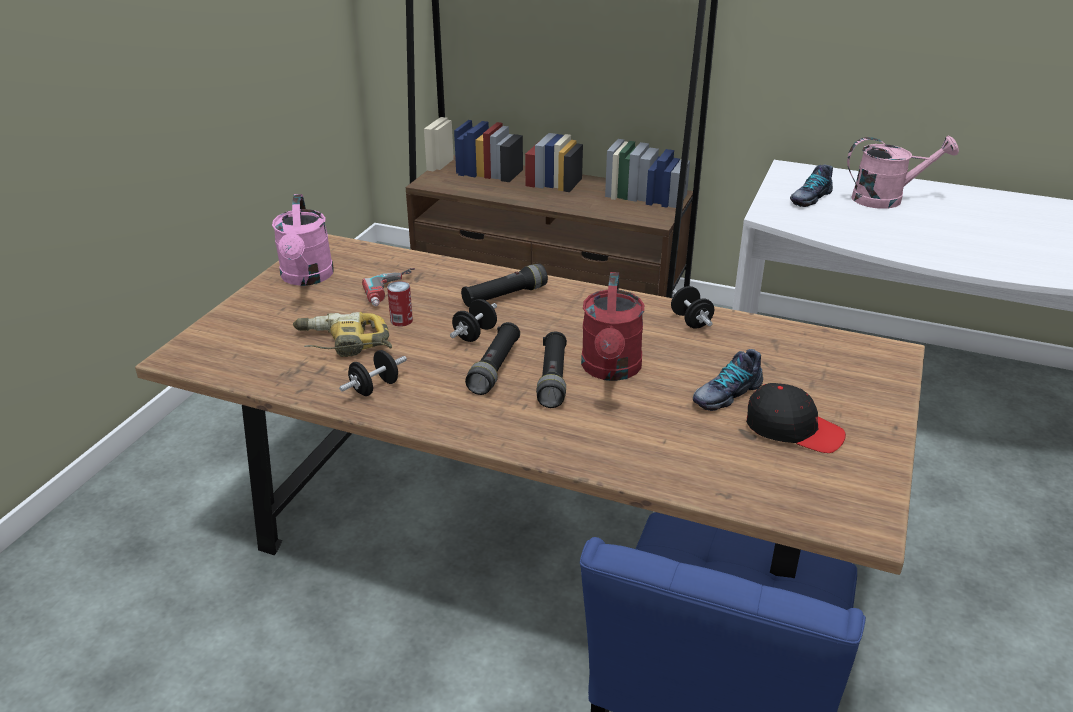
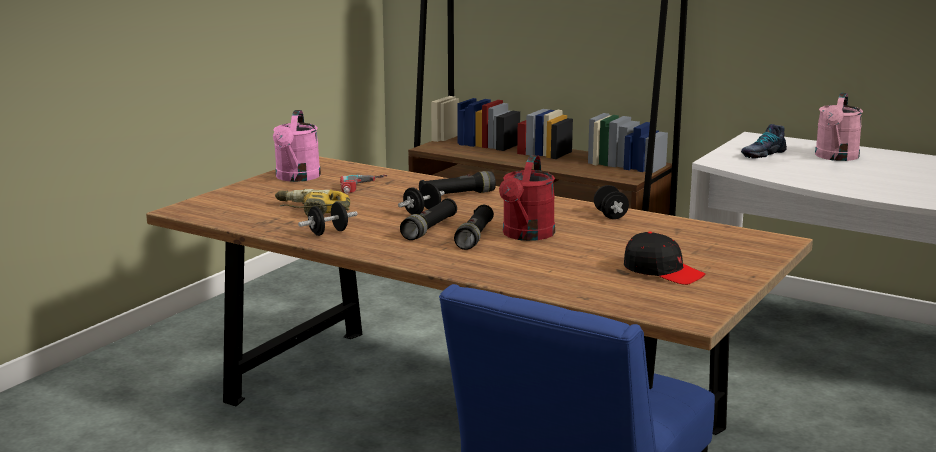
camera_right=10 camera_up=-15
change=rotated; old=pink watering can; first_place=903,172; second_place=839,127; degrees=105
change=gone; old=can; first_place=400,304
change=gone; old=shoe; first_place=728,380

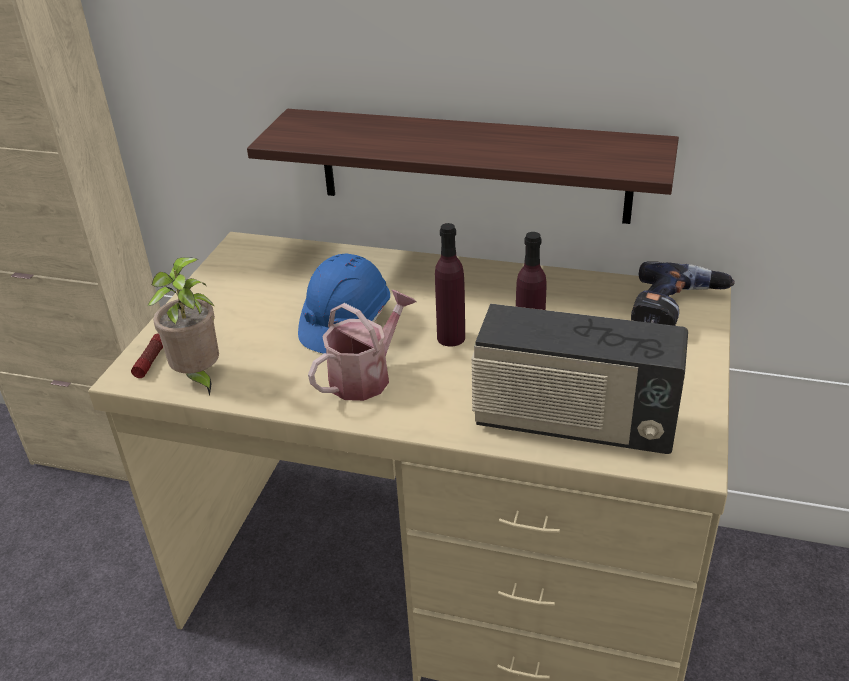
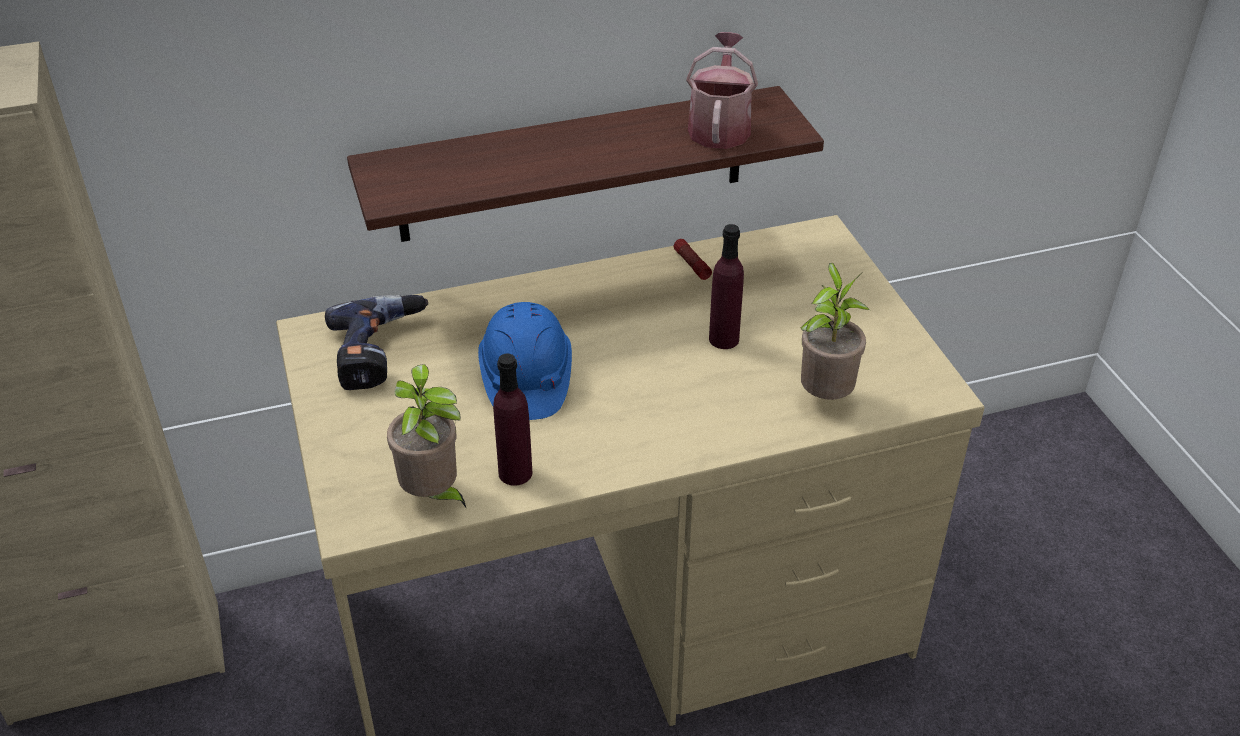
camera_right=-35 camera_up=5
change=shifted; old=purple bottle; first_place=450,285; second_place=512,419
change=shifted; old=power drill; first_place=683,293; second_place=376,342
change=shifted; old=watering can; first_place=362,345; second_place=722,90
change=swapped; old=radio; new=potted plant; first_place=579,379; second_place=835,331
change=shifted; old=flashlight; first_place=147,356; second_place=693,259

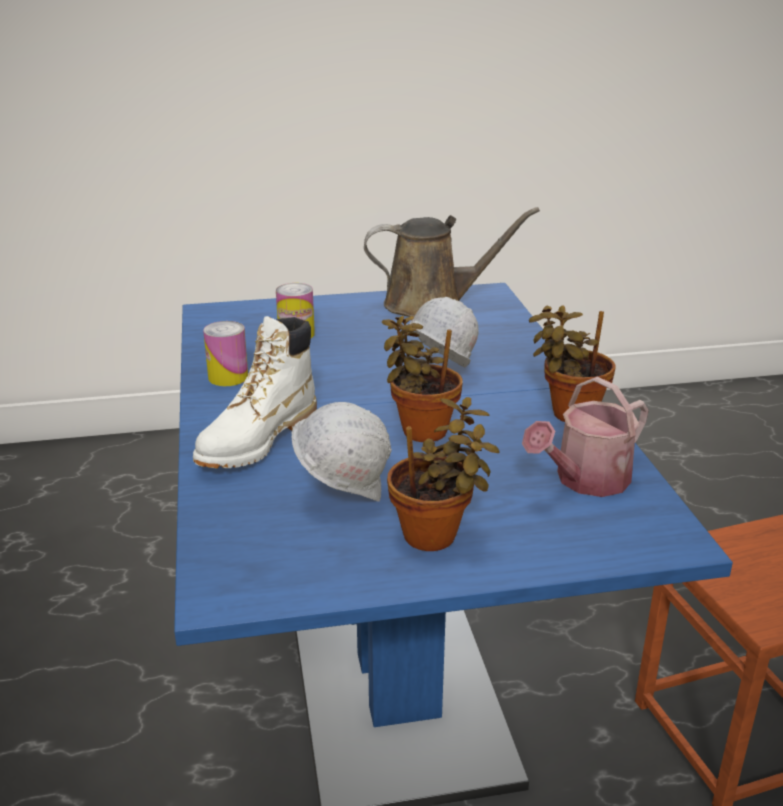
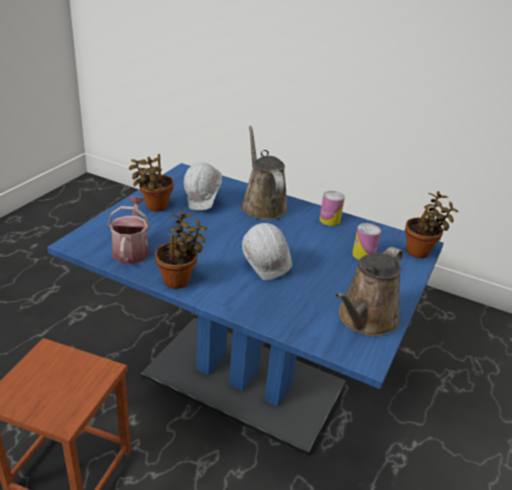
camera_right=125 camera_up=5
change=swapped; old=white boot; new=brown watering can; first_place=255,392; second_place=264,173
change=shifted; old=potted plant; first_place=422,379; second_place=431,224

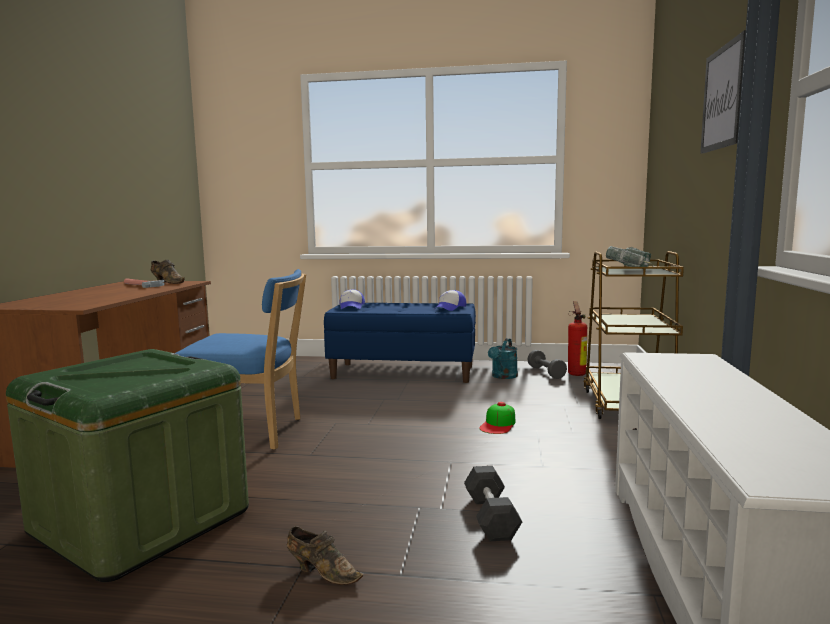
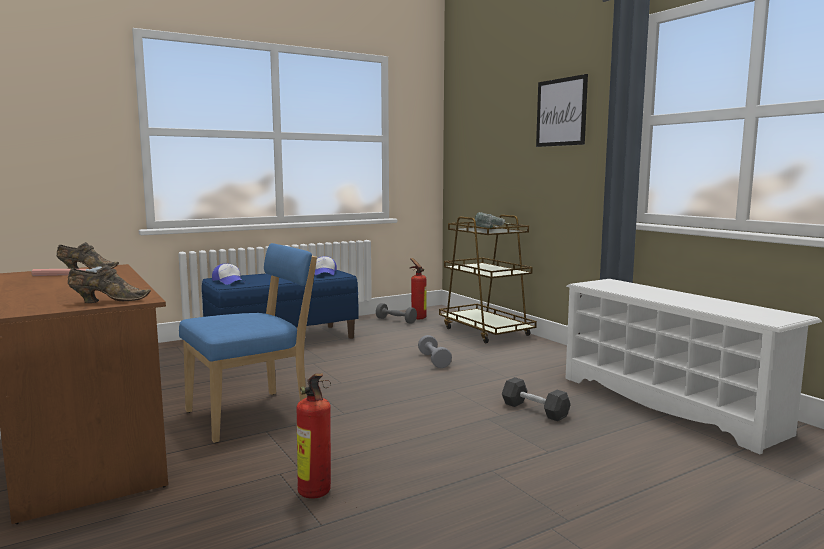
camera_right=-40 camera_up=0
change=gone; old=turquoise watering can; first_place=503,358
change=swapped; old=green storage box; new=fire extinguisher; first_place=127,465; second_place=313,435
change=swapped; old=cap; new=grey dumbbell; first_place=497,418; second_place=435,351
change=shifted; old=brown shoe; first_place=325,555; second_place=109,284

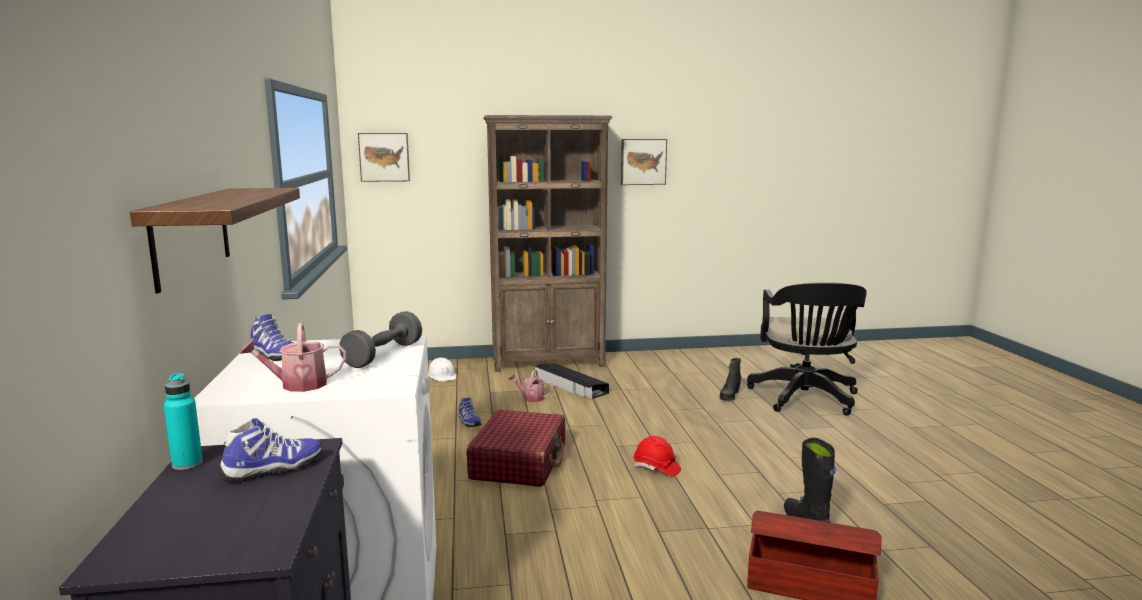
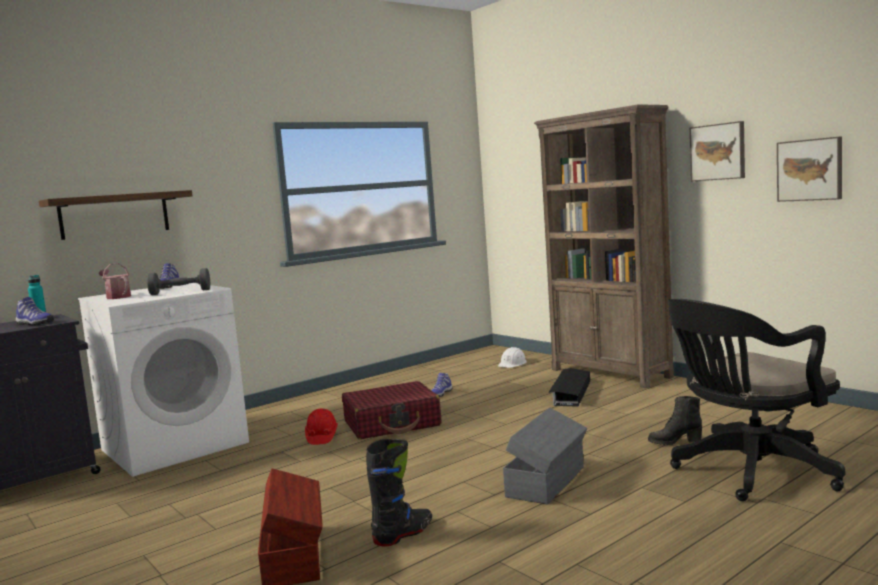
camera_right=60 camera_up=-5
change=shifted; old=picture; first_place=384,157; second_place=809,169
change=gone; old=watering can; first_place=530,385
change=shifted; old=red hard hat; first_place=657,456; second_place=321,426
change=new; new=grey storage box; second_place=545,456

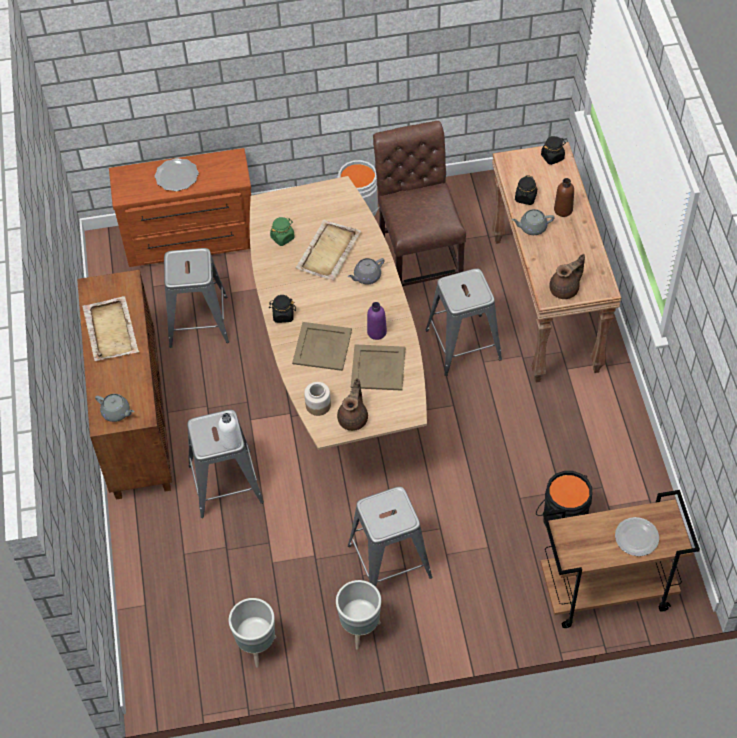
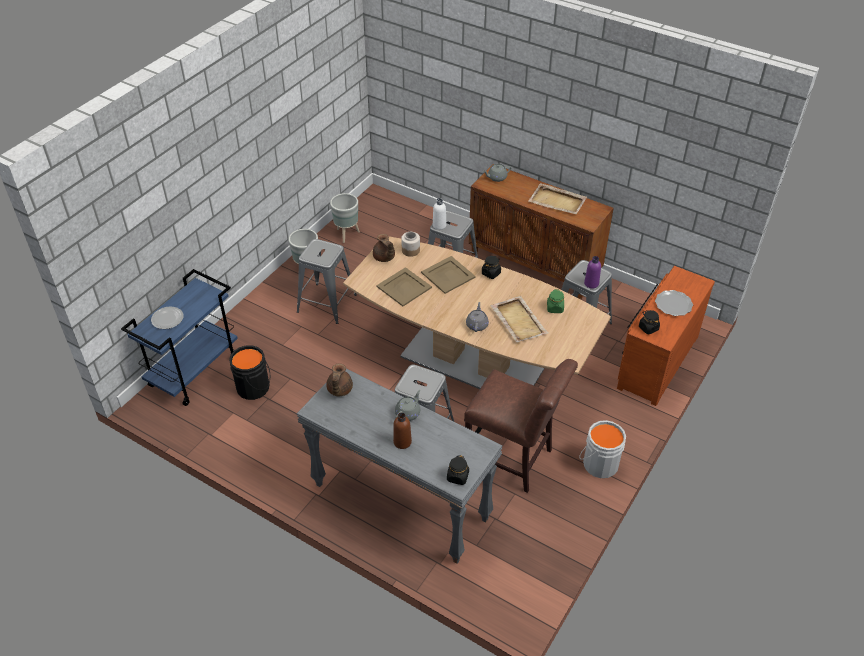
camera_right=130 camera_up=-10
change=repainted; old=brown console table; new=grey console table; first_place=557,262; second_place=400,466
change=shifted; old=black jar; first_place=526,190; second_place=649,322
change=shifted; old=purple bottle; first_place=377,321; second_place=592,272
change=repainted; old=brown cart; new=blue cart; first_place=620,559; second_place=179,337

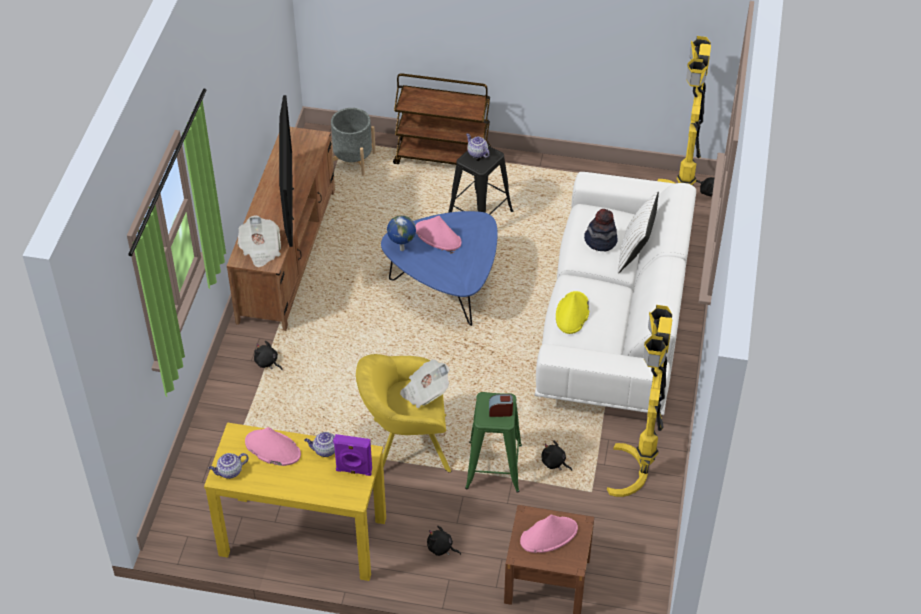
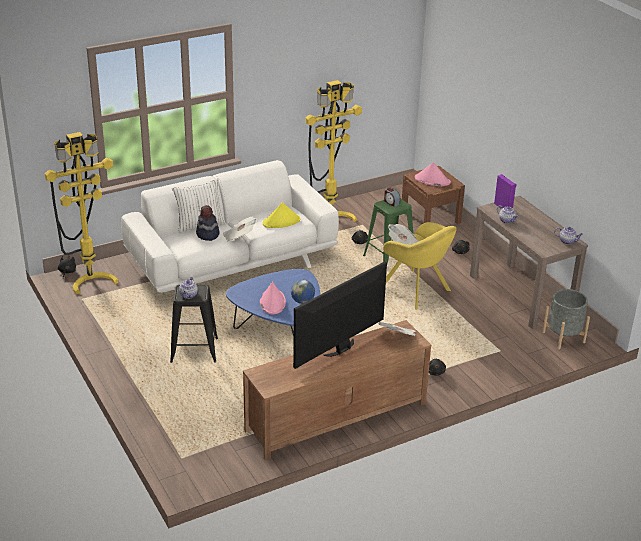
camera_right=-130 camera_up=-15
change=gone; old=brown cart; first_place=442,119
change=shifted; old=grey planter; first_place=353,141; second_place=566,319
change=repainted; old=yellow console table; new=brown console table; first_place=295,501; second_place=529,262
change=gone; old=pink hat; first_place=273,446
change=new; new=newspaper; second_place=240,228

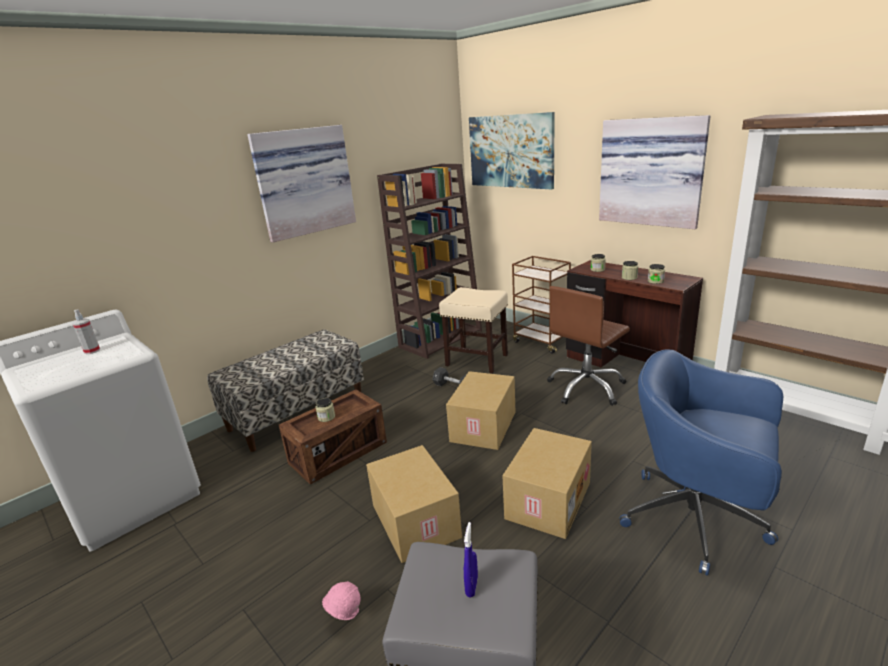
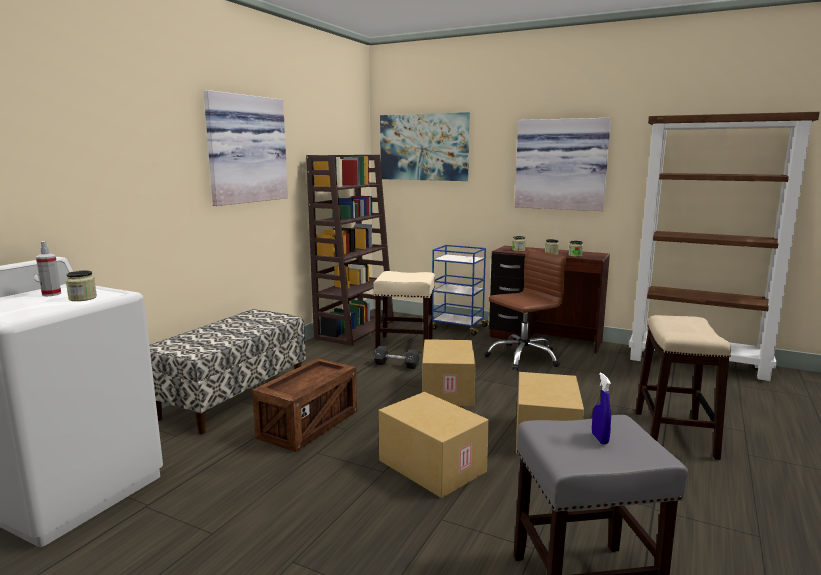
camera_right=-20 camera_up=-10
change=repainted; old=brown cart; new=blue cart; first_place=541,305; second_place=460,290
change=rotated; old=brown office chair; first_place=588,346; second_place=525,310; degrees=-150
change=swapped; old=blue office chair; new=stool; first_place=702,462; second_place=683,387
change=shifted; old=jar; first_place=325,410; second_place=81,285
change=gone; old=pink hard hat; first_place=341,600

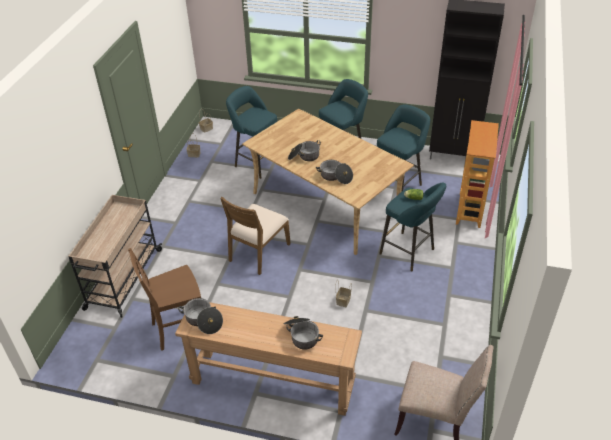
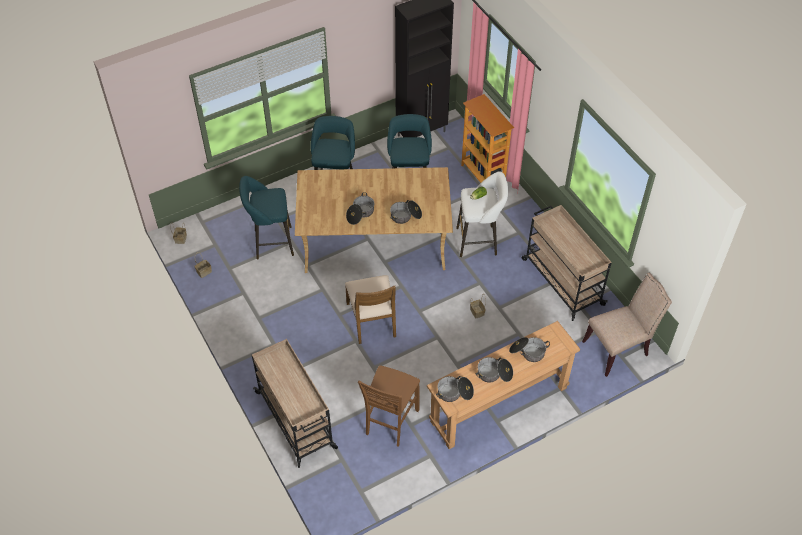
camera_right=-45 camera_up=10
change=repainted; old=turquoise stool; new=white stool; first_place=412,227; second_place=482,214
change=new; new=beige cart; second_place=566,263
change=new; new=cooking pot; second_place=494,369

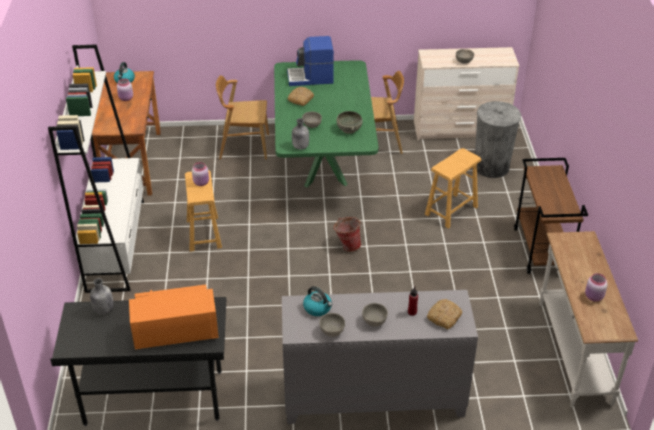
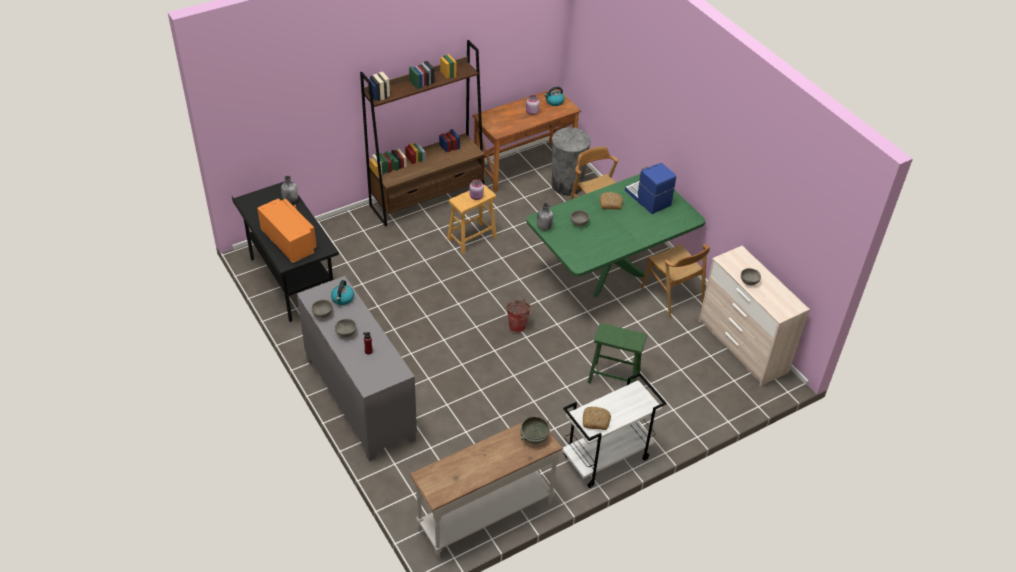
camera_right=60 camera_up=5
change=repainted; old=white bookcase; new=brown bookcase; first_place=96,168; second_place=422,133
change=shifted; old=grey trash can; first_place=498,139; second_place=571,161
change=shifted; old=grey bowl; first_place=349,122; second_place=535,430
change=repainted; old=brown stool; new=green stool; first_place=453,188; second_place=617,353
change=repainted; old=brown cart; new=white cart; first_place=551,216; second_place=614,430
change=gone; old=pink jar; first_place=596,287
change=shifted; old=bread; first_place=444,314; second_place=597,418

